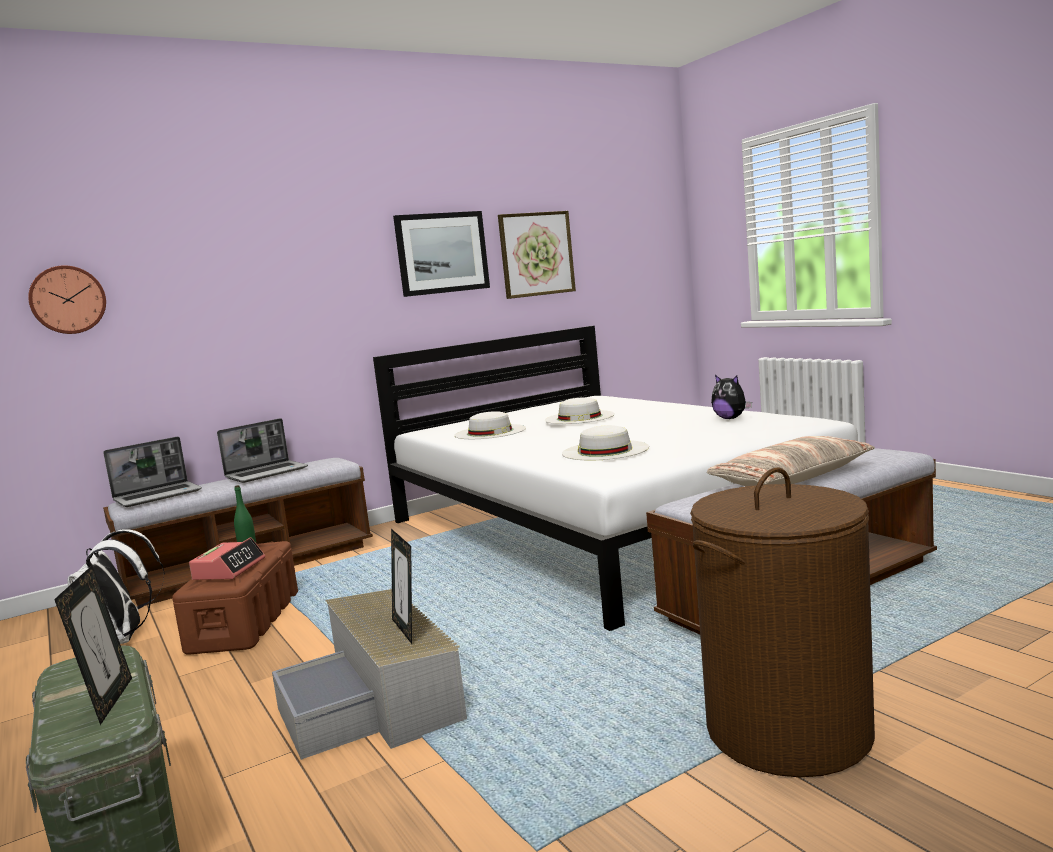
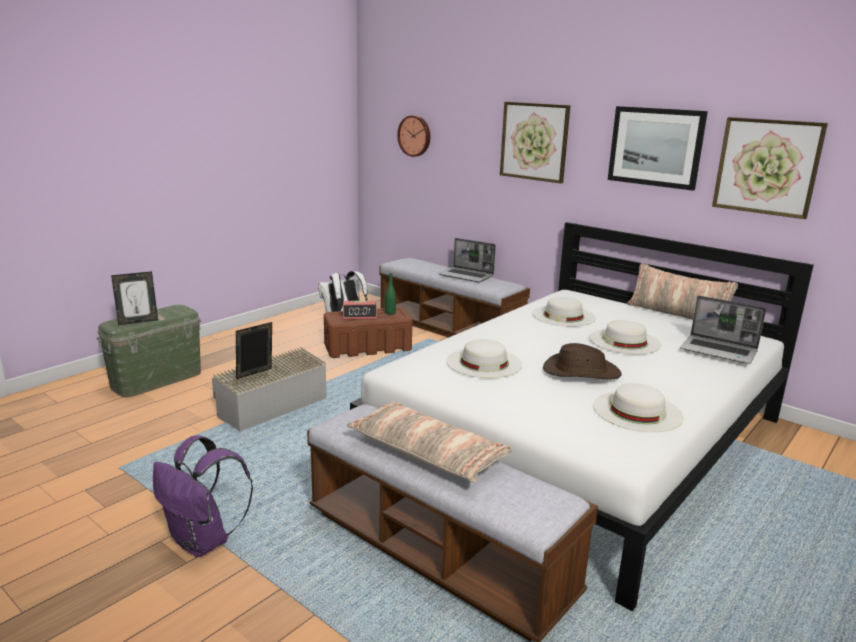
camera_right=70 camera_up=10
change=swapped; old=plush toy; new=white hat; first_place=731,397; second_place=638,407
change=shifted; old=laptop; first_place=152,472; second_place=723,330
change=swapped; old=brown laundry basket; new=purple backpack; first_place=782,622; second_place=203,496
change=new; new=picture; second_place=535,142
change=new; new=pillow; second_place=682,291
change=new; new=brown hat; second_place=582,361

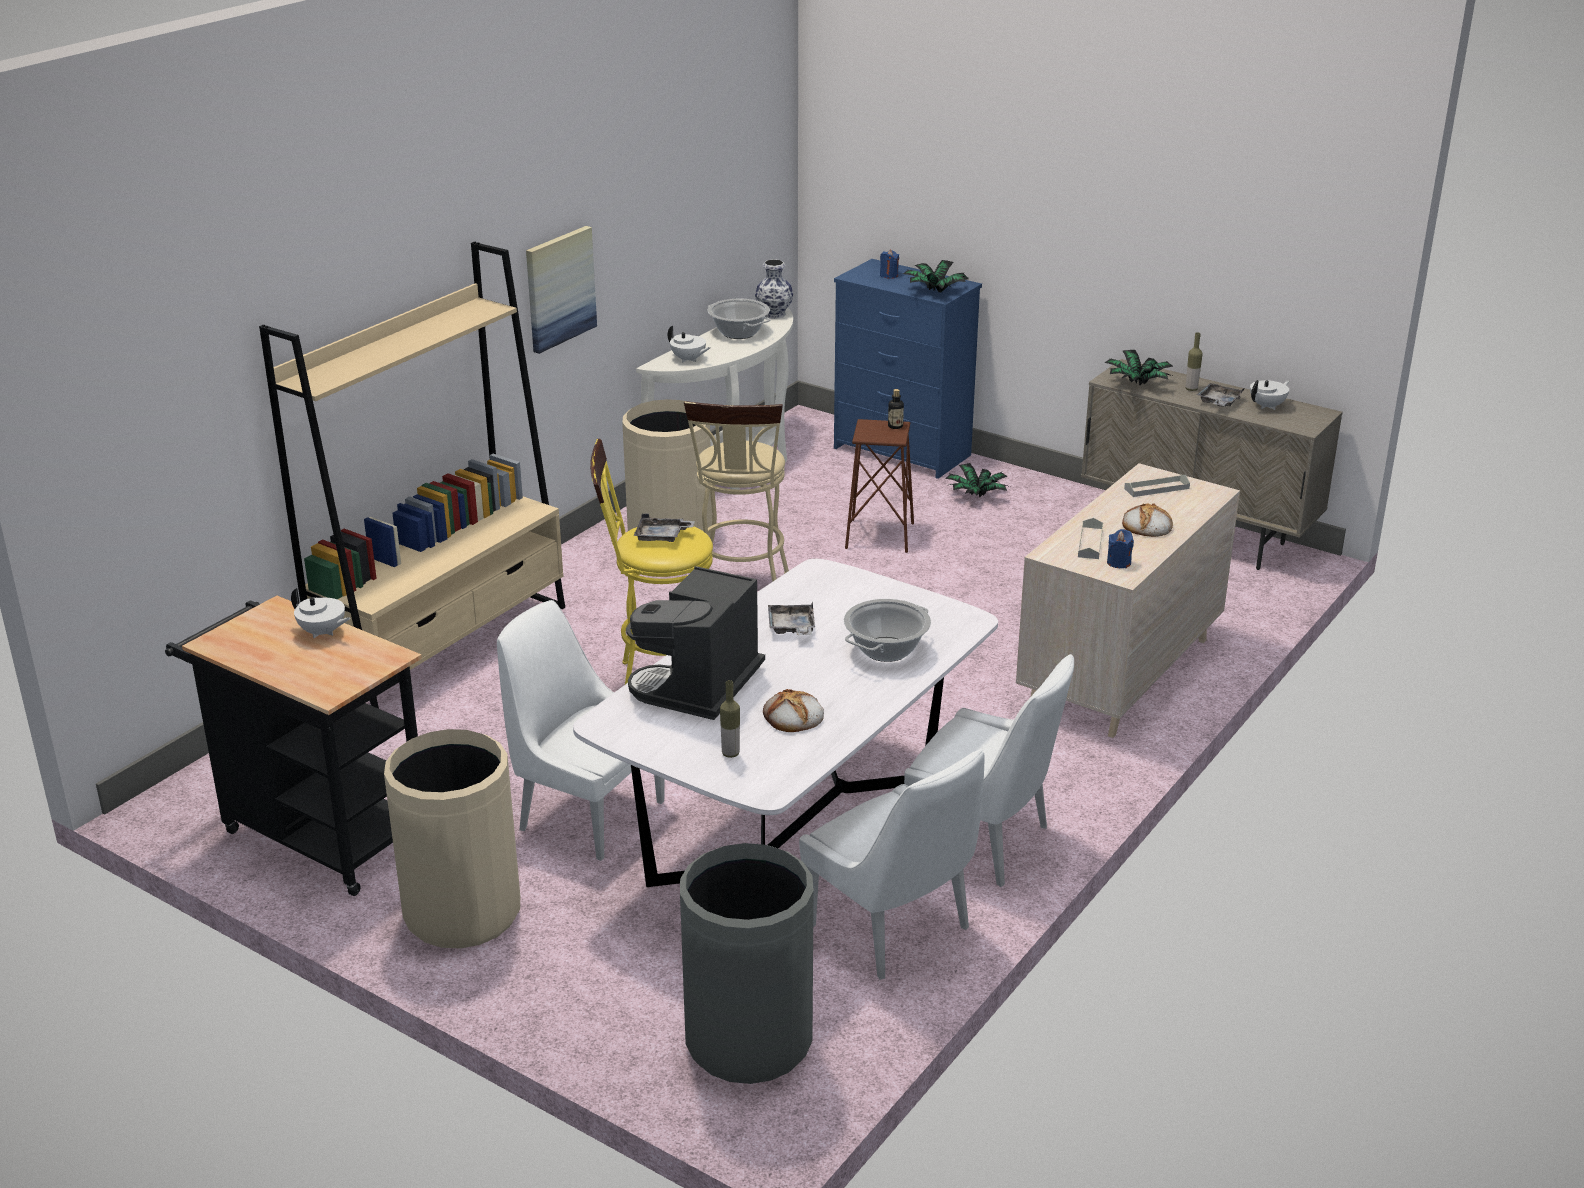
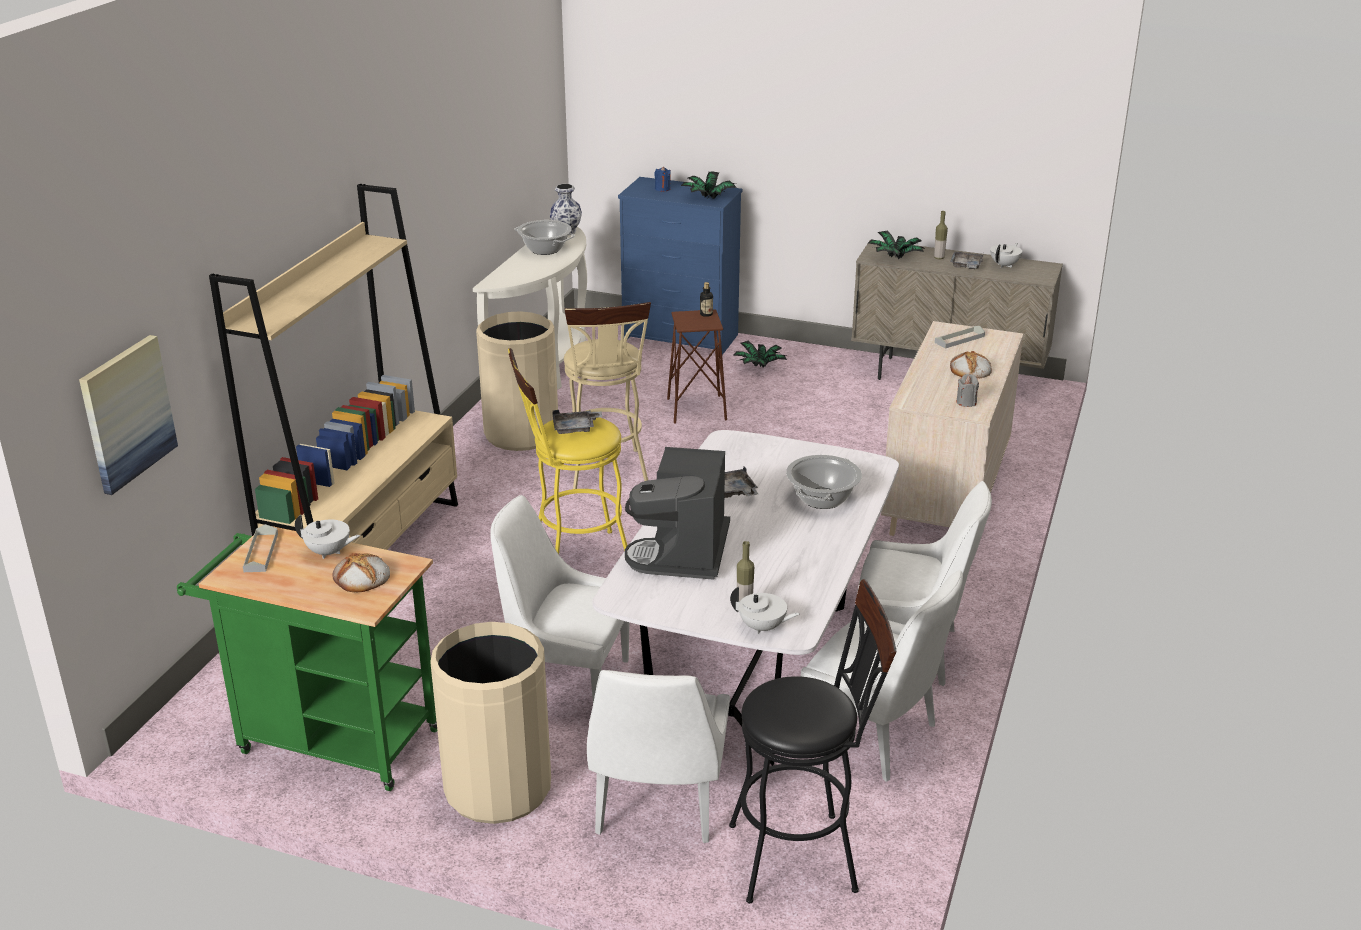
camera_right=-15 camera_up=0
change=shifted; old=picture; first_place=561,290; second_place=128,415
change=shifted; old=white teapot; first_place=689,344; second_place=765,611
change=shifted; old=grey tray; first_place=1090,538; second_place=260,548
change=repainted; old=blue candle; new=grey candle; first_place=1120,548; second_place=967,390
change=repainted; old=black cart; new=green cart; first_place=293,746; second_place=307,658
change=shifted; old=bread; first_place=793,710; second_place=361,573
change=swapped; old=grey trash can; new=black stool; first_place=747,963; second_place=812,741
change=new; new=white chair; second_place=658,756

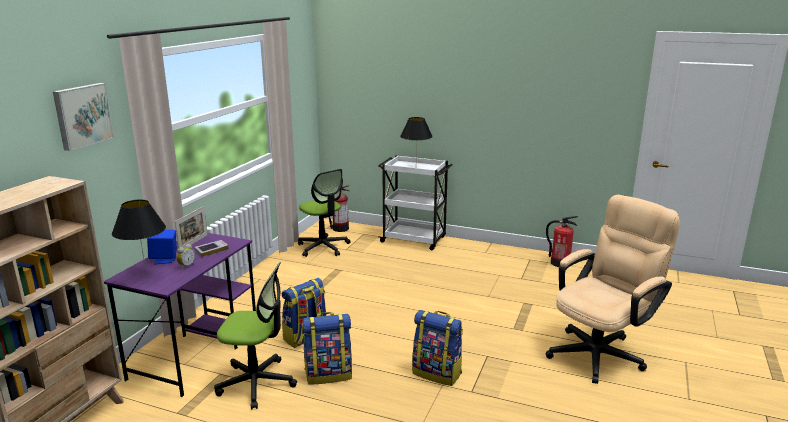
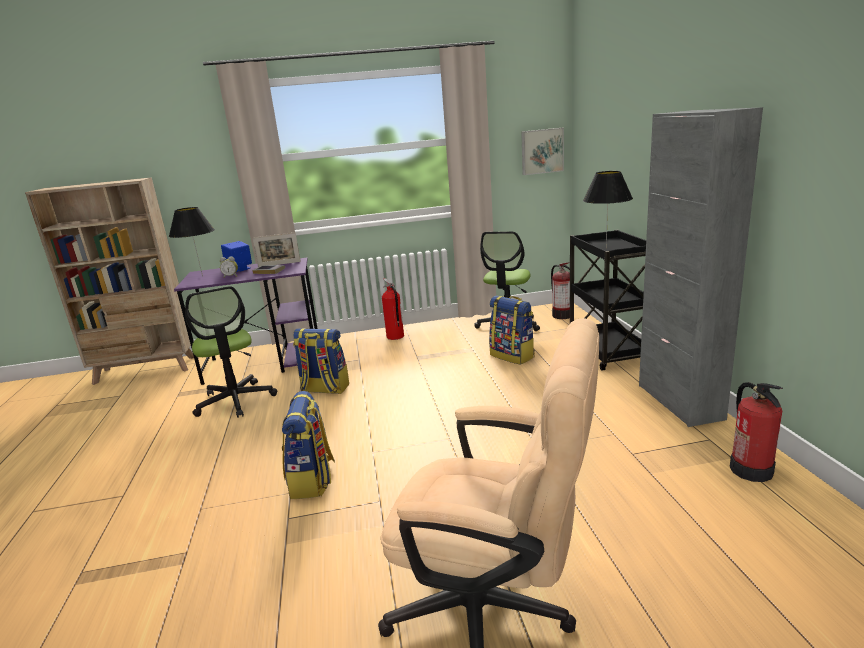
camera_right=60 camera_up=0
change=shifted; old=picture; first_place=83,117; second_place=542,151
change=repainted; old=white cart; new=black cart; first_place=415,202; second_place=608,300
change=shifted; old=backpack; first_place=327,348; second_place=512,330
change=new; new=grey cabinet; second_place=701,267
change=new; new=fire extinguisher; second_place=393,309

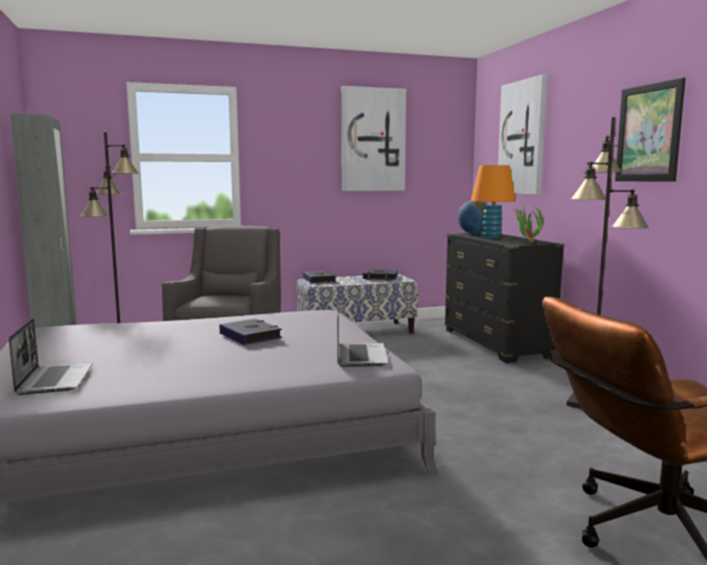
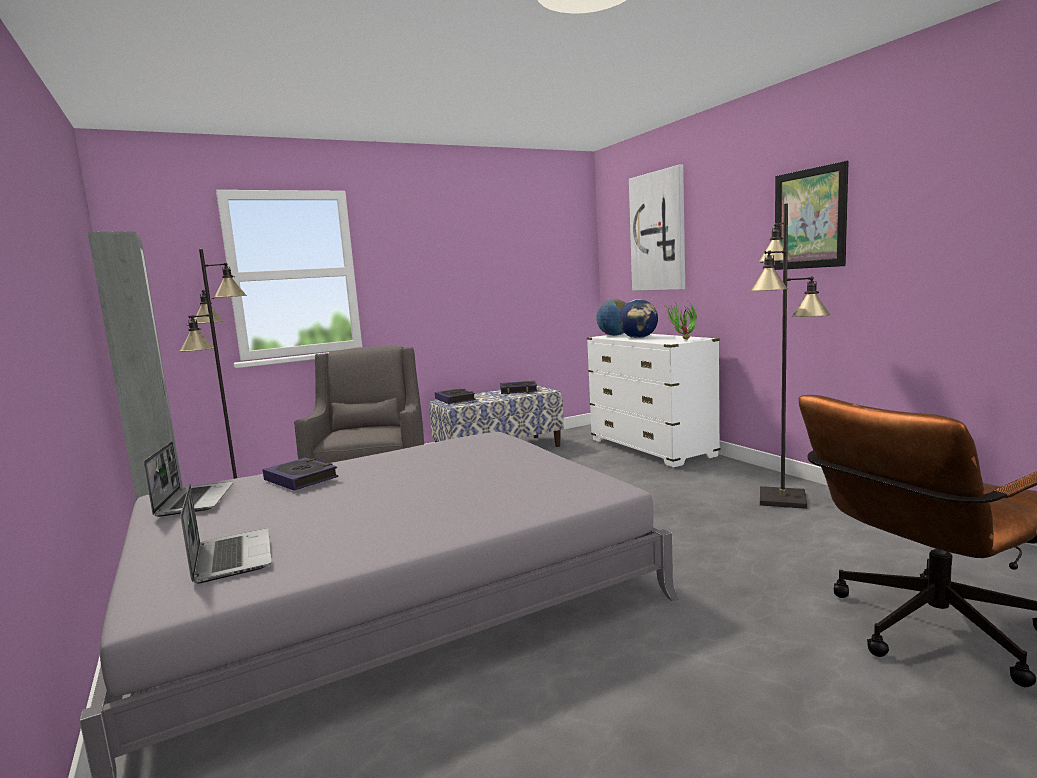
camera_right=-10 camera_up=0
change=gone; old=picture; first_place=374,138
change=swapped; old=orange table lamp; new=globe; first_place=493,202; second_place=638,318
change=repainted; old=black dresser; new=white dresser; first_place=504,298; second_place=653,400
change=shifted; old=laptop; first_place=362,334; second_place=188,479
change=shifted; old=book; first_place=250,332; second_place=300,474

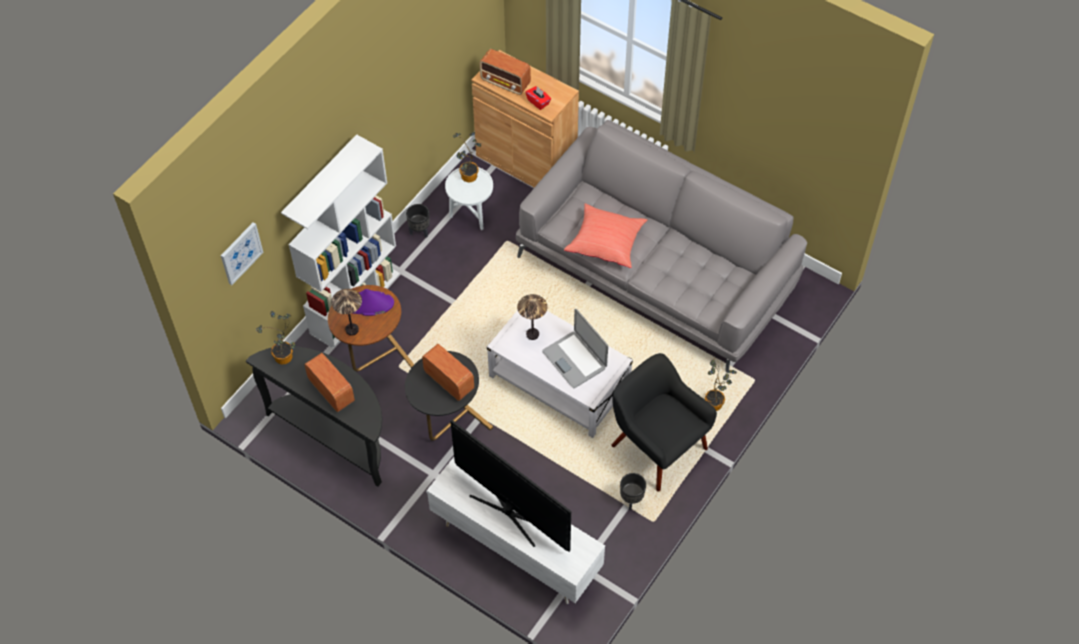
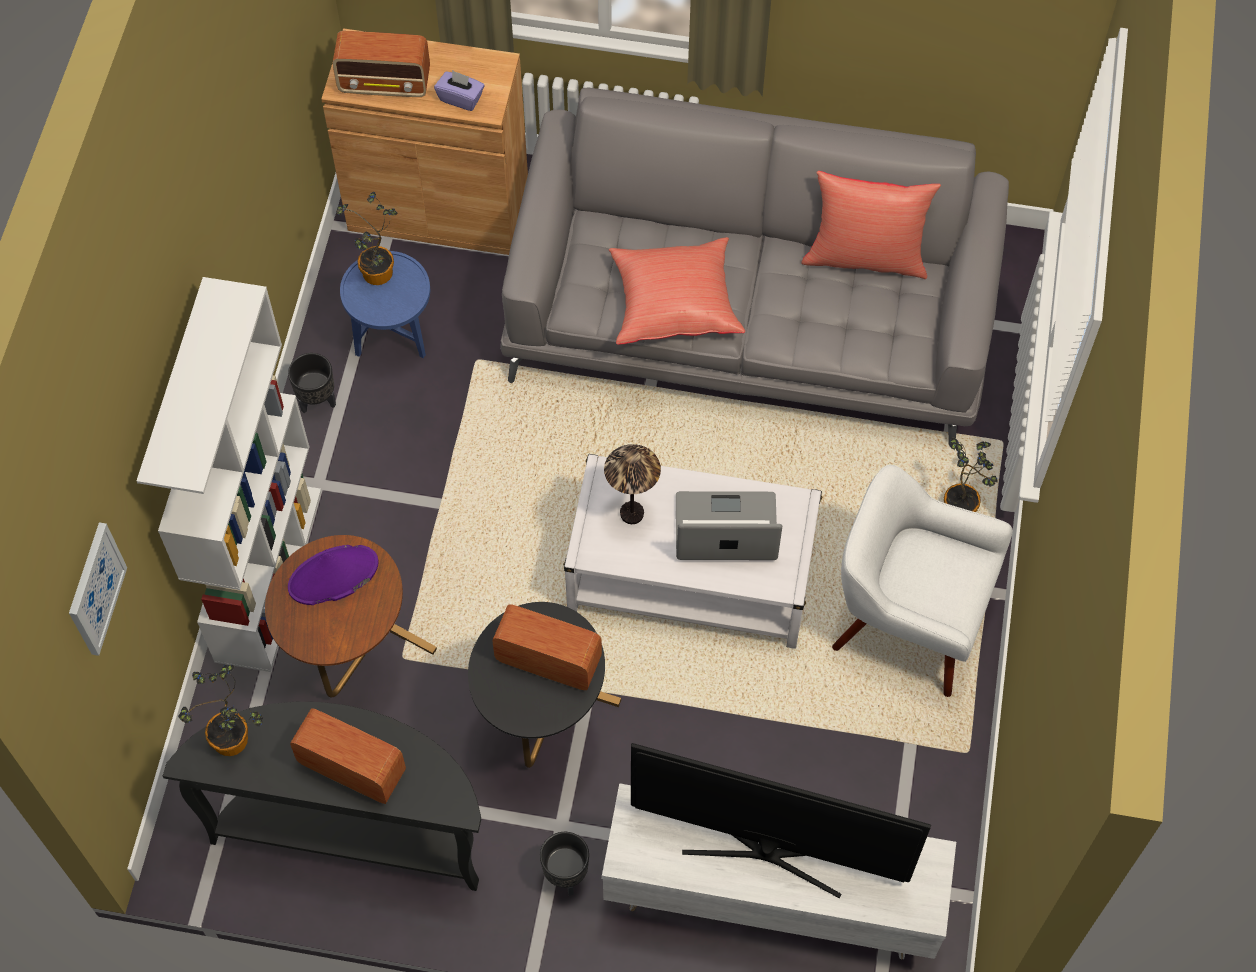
camera_right=-25 camera_up=5
change=repainted; old=red tissue box; new=purple tissue box; first_place=538,98; second_place=459,90
change=repainted; old=white side table; new=blue side table; first_place=469,198; second_place=385,304
change=gone; old=table lamp; first_place=346,312
change=rotated; old=laptop; first_place=575,348; second_place=729,525; degrees=150
change=repainted; old=black armchair; new=white armchair; first_place=664,422; second_place=922,581
change=shifted; old=black planter; first_place=633,491; second_place=564,864
change=new; new=red pillow; second_place=871,225

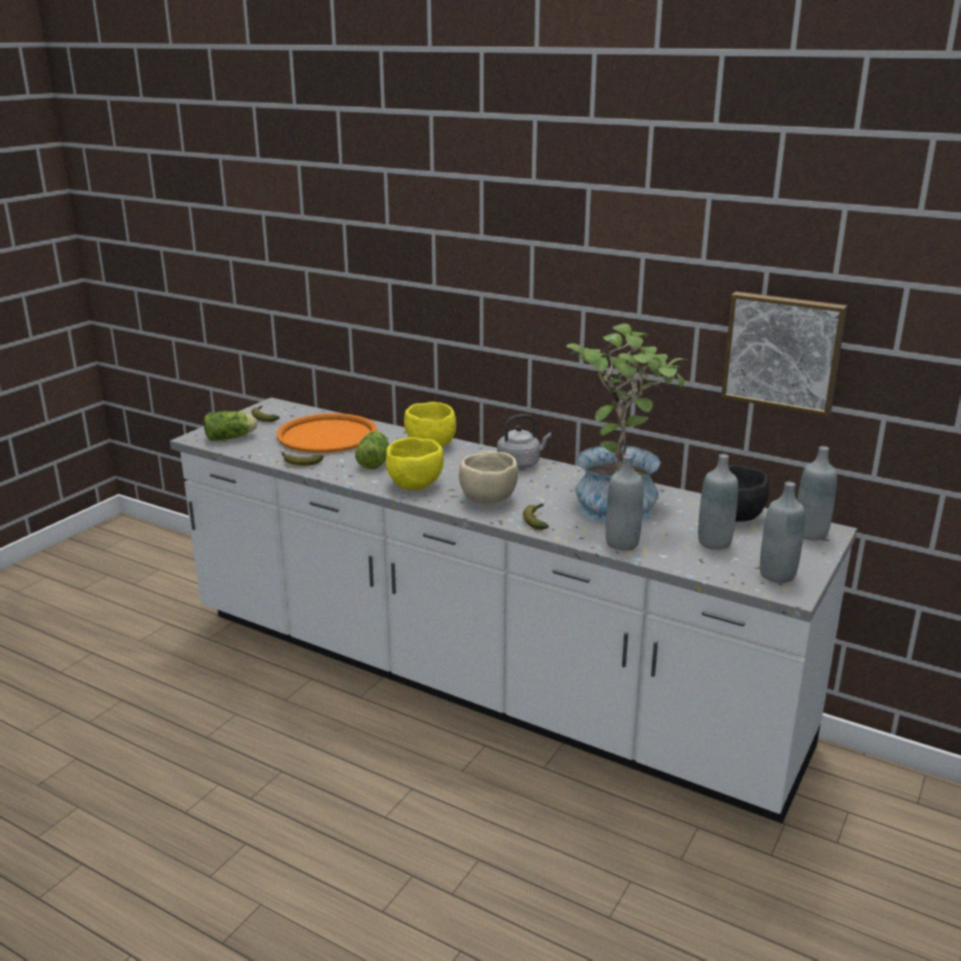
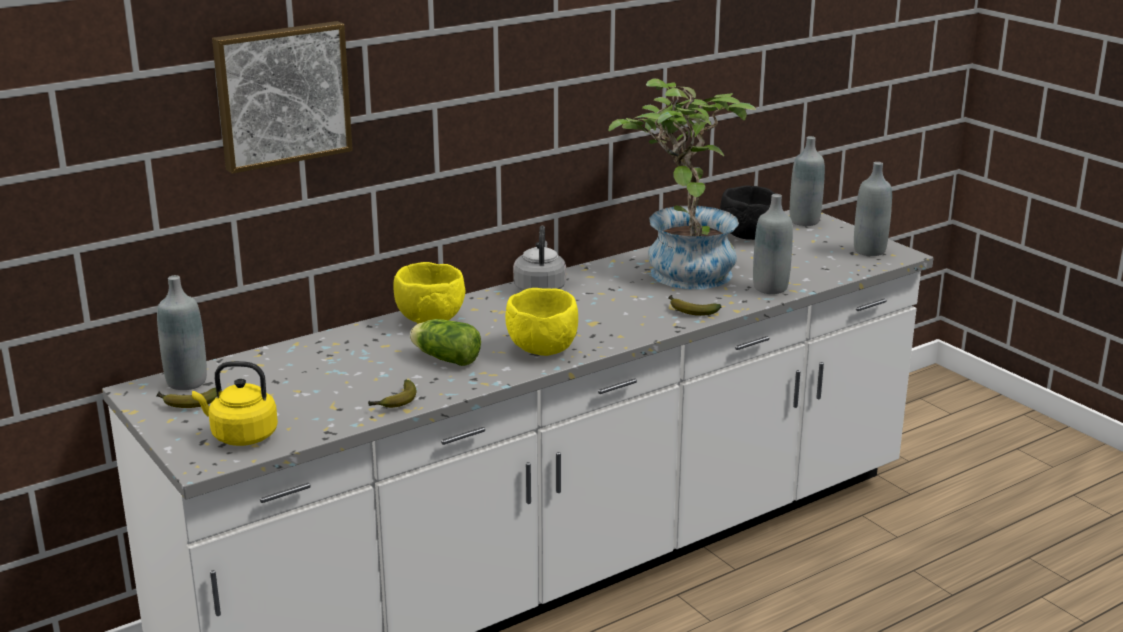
camera_right=-65 camera_up=0
change=shifted; old=picture; first_place=784,354; second_place=282,97
change=swapped; old=lettuce; new=yellow kettle; first_place=230,426; second_place=235,403
change=gone; old=orange tray; first_place=326,433
change=gone; old=beige bowl; first_place=488,477
change=shifted; old=grey bottle; first_place=718,502; second_place=182,332

